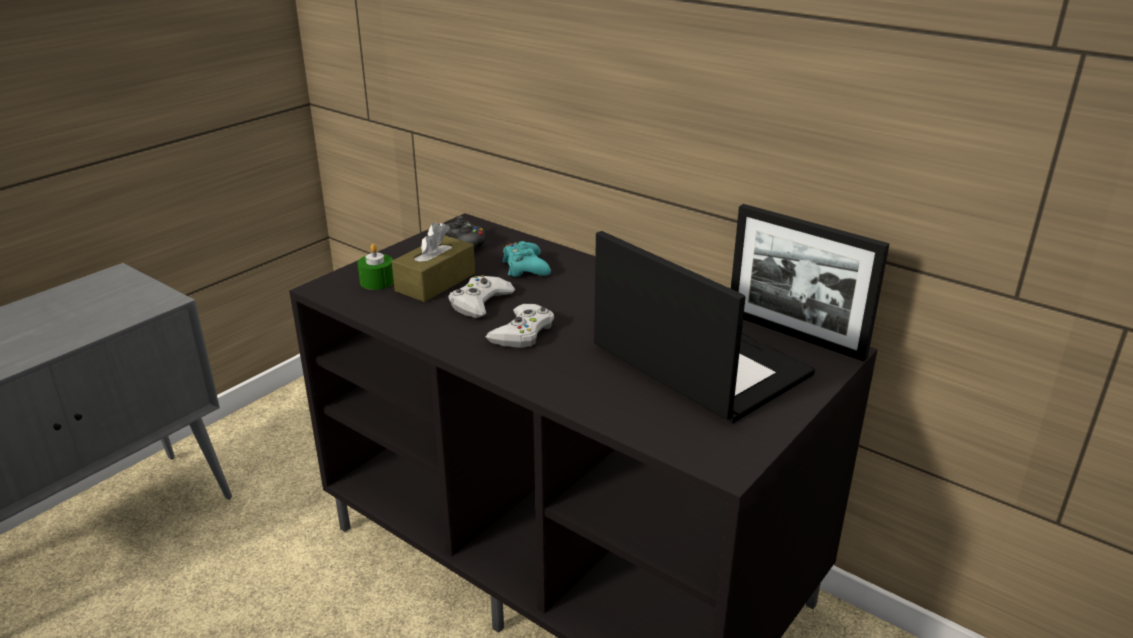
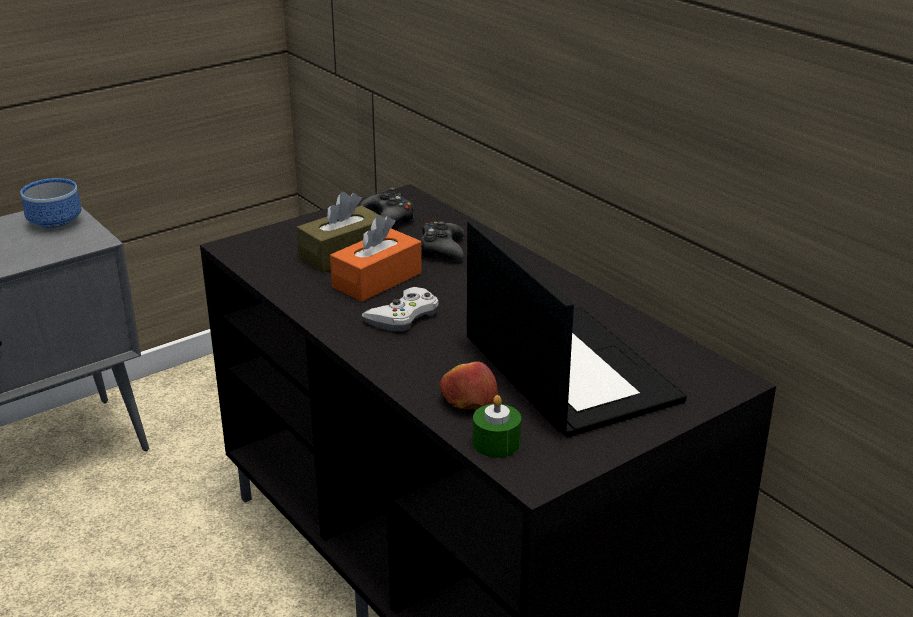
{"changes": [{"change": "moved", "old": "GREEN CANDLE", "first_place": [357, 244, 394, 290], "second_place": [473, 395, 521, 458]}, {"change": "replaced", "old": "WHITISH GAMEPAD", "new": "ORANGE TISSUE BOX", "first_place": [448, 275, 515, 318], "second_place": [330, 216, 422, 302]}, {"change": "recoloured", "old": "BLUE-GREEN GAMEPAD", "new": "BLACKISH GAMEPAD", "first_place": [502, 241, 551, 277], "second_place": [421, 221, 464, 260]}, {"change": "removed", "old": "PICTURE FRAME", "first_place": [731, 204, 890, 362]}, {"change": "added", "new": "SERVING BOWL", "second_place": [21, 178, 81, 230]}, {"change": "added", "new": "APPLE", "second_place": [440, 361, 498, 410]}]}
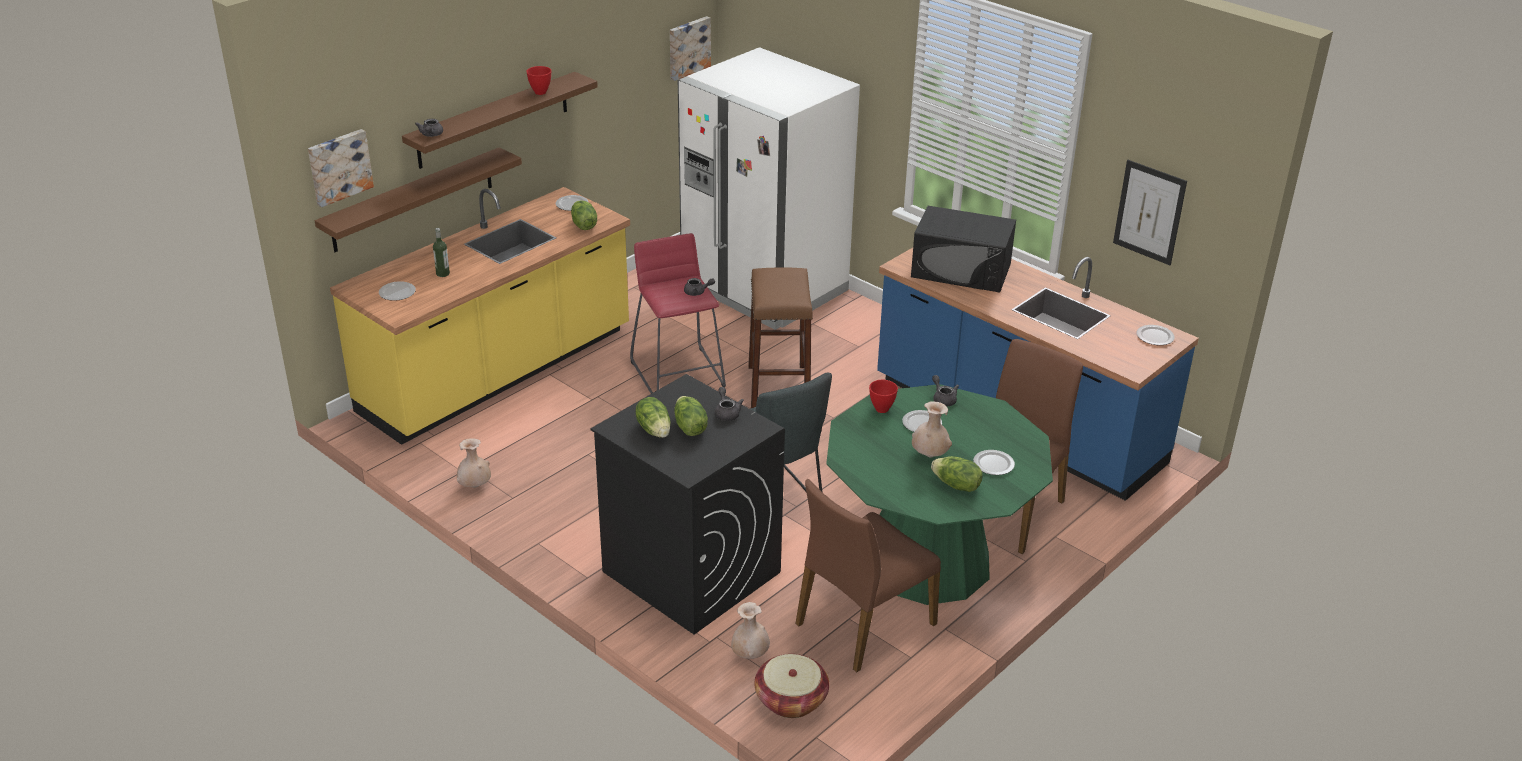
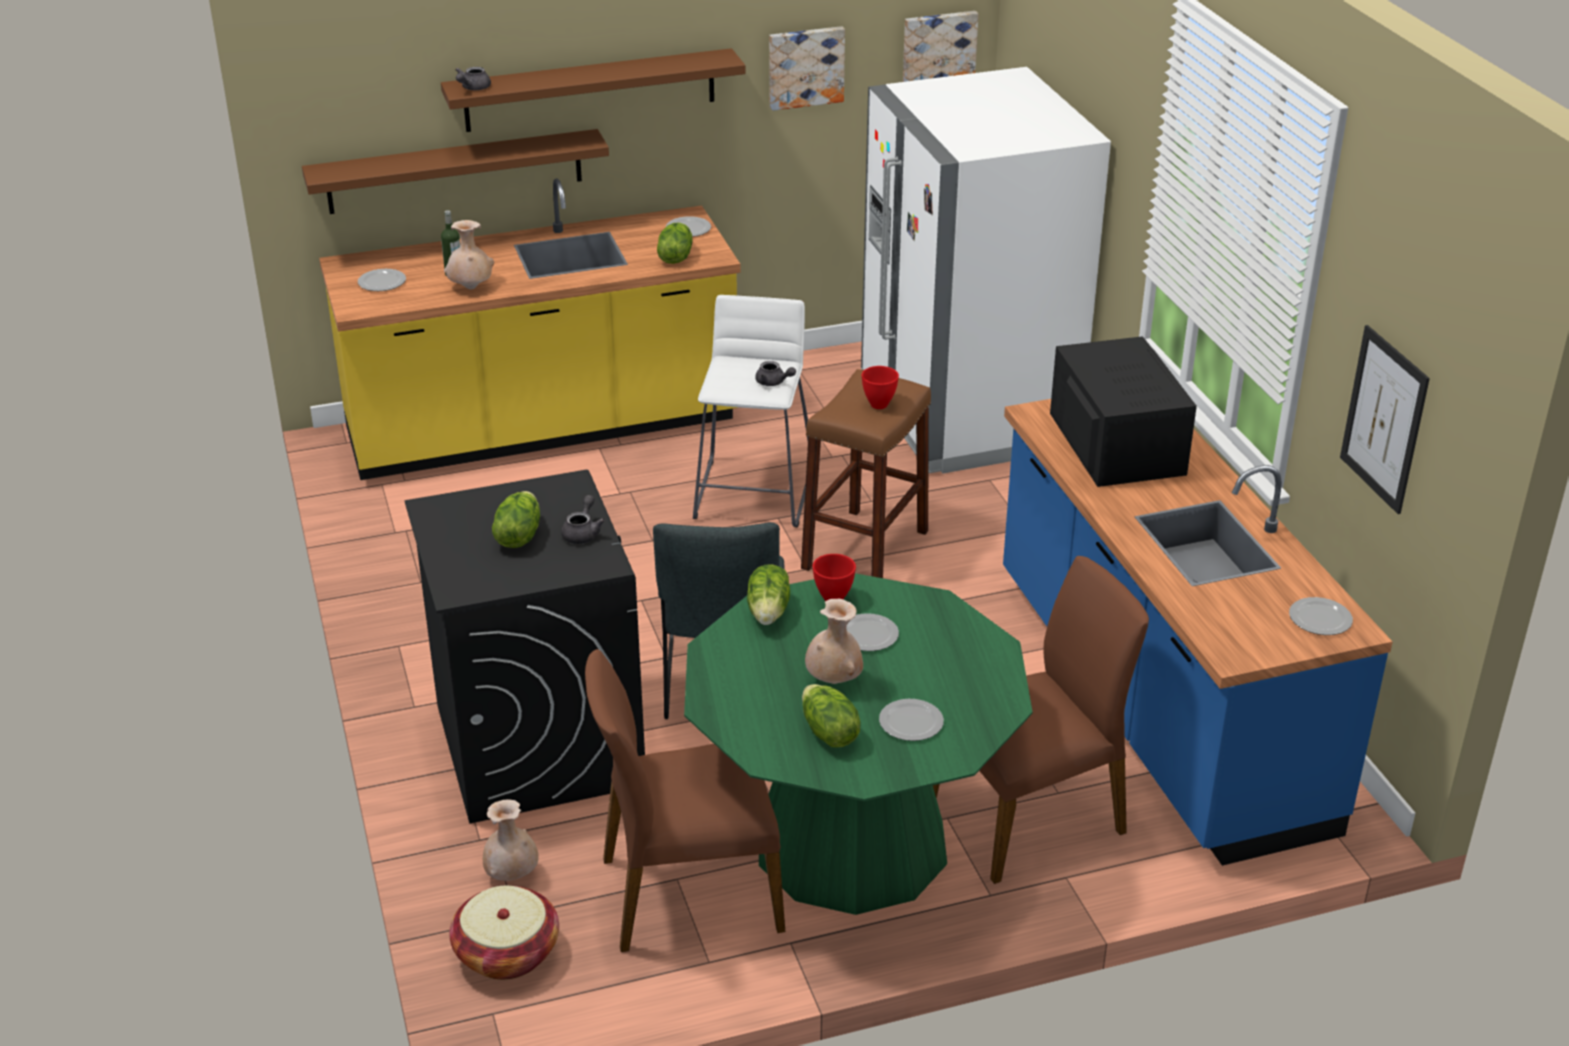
{"changes": [{"change": "moved", "old": "PICTURE", "first_place": [308, 129, 374, 207], "second_place": [769, 26, 845, 111]}, {"change": "moved", "old": "BEIGE VASE", "first_place": [457, 438, 491, 488], "second_place": [444, 220, 494, 289]}, {"change": "moved", "old": "REDDISH SERVING BOWL", "first_place": [526, 66, 551, 95], "second_place": [862, 366, 899, 409]}, {"change": "recoloured", "old": "REDDISH STOOL", "new": "WHITISH STOOL", "first_place": [630, 233, 726, 394], "second_place": [693, 295, 808, 528]}, {"change": "moved", "old": "LETTUCE", "first_place": [635, 397, 670, 438], "second_place": [747, 565, 790, 625]}, {"change": "turned", "old": "BLACKISH MICROWAVE OVEN", "first_place": [911, 206, 1016, 293], "second_place": [1050, 336, 1197, 487], "degrees": -150}, {"change": "removed", "old": "GREY TEA POT", "first_place": [932, 375, 959, 407]}]}
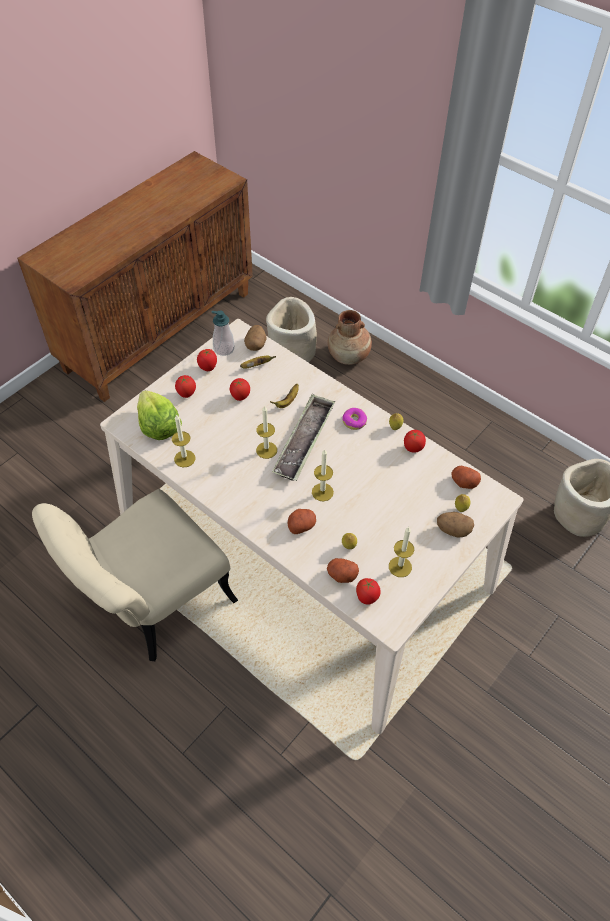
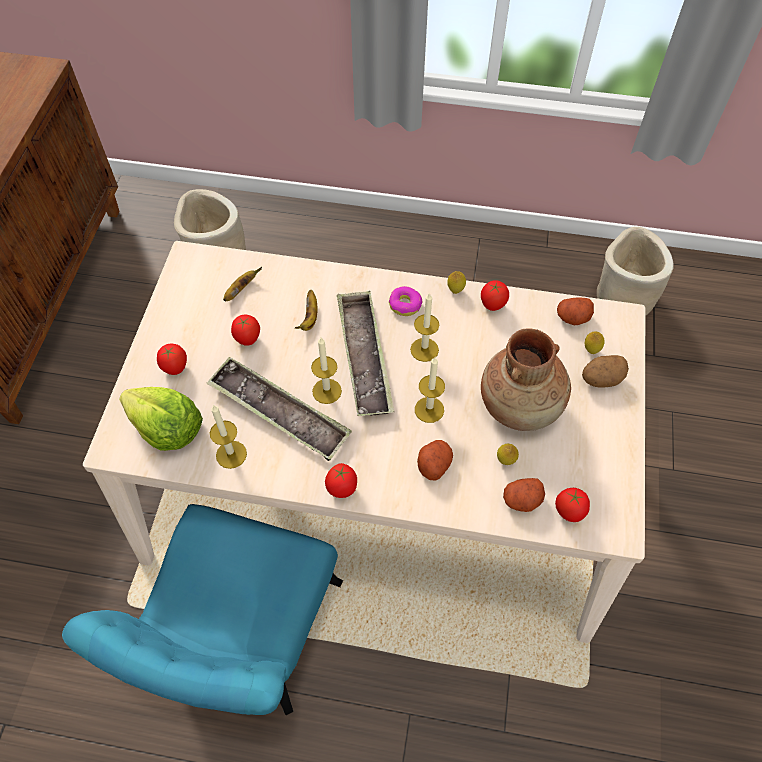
{"changes": [{"change": "recoloured", "old": "BEIGE UPRIGHT CHAIR", "new": "BLUE-GREEN UPRIGHT CHAIR", "first_place": [32, 489, 238, 661], "second_place": [62, 504, 343, 715]}, {"change": "moved", "old": "TOMATO", "first_place": [197, 349, 217, 371], "second_place": [325, 463, 357, 498]}, {"change": "removed", "old": "SOAP BOTTLE", "first_place": [212, 310, 234, 356]}, {"change": "removed", "old": "WHOLE POTATO", "first_place": [244, 325, 266, 351]}, {"change": "moved", "old": "BROWNISH VASE", "first_place": [328, 310, 372, 365], "second_place": [481, 328, 571, 431]}, {"change": "moved", "old": "CANDLE", "first_place": [389, 527, 414, 577], "second_place": [410, 293, 439, 362]}, {"change": "added", "new": "SERVING TRAY", "second_place": [206, 357, 352, 461]}]}
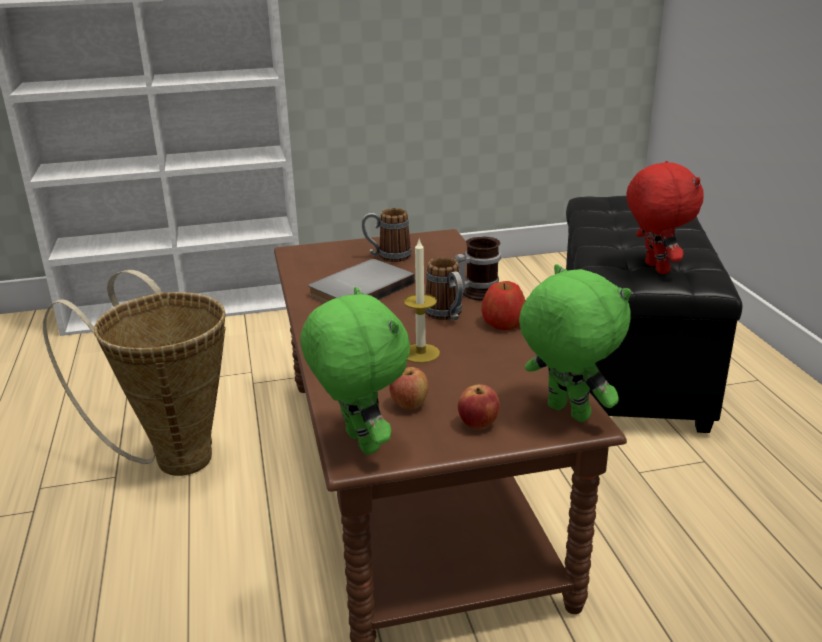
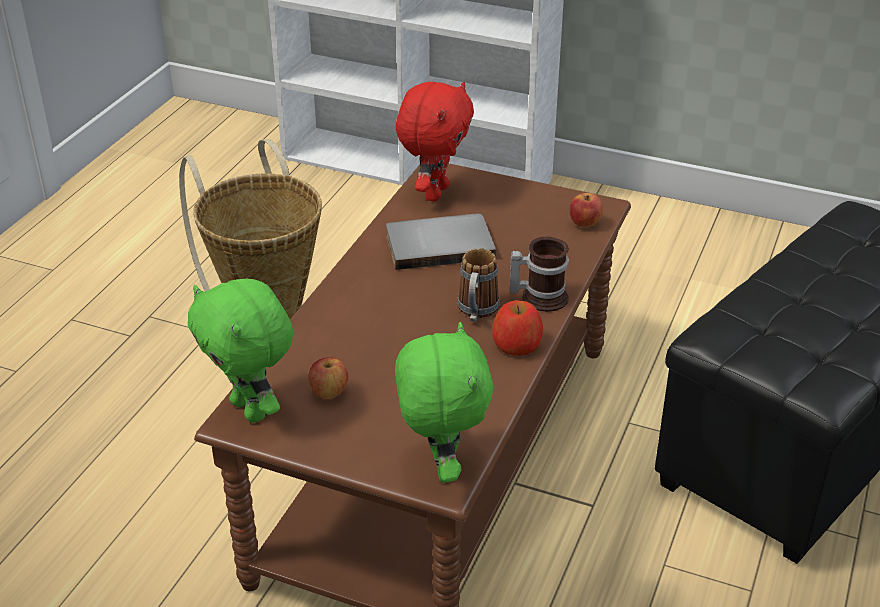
{"changes": [{"change": "turned", "old": "GREEN CUDDLY TOY", "first_place": [301, 287, 410, 455], "second_place": [188, 279, 293, 423], "degrees": 135}, {"change": "removed", "old": "COFFEE MUG", "first_place": [362, 208, 412, 262]}, {"change": "removed", "old": "CANDLE", "first_place": [403, 240, 440, 363]}, {"change": "moved", "old": "APPLE", "first_place": [458, 384, 500, 430], "second_place": [570, 193, 603, 228]}, {"change": "moved", "old": "REDDISH CUDDLY TOY", "first_place": [626, 161, 703, 274], "second_place": [396, 82, 474, 202]}]}
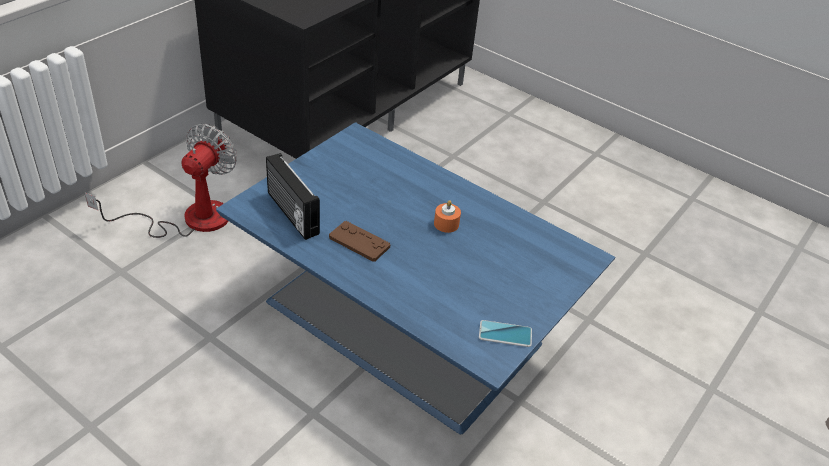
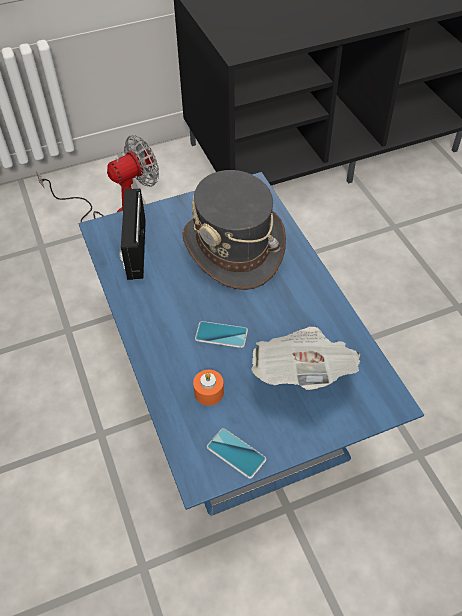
{"changes": [{"change": "removed", "old": "BROWNISH GAMEPAD", "first_place": [329, 221, 390, 262]}, {"change": "moved", "old": "ORANGE CANDLE", "first_place": [434, 200, 461, 233], "second_place": [193, 370, 224, 406]}, {"change": "added", "new": "GREY WEARABLE HAT", "second_place": [183, 170, 286, 290]}, {"change": "added", "new": "TELEPHONE", "second_place": [195, 321, 248, 348]}, {"change": "added", "new": "NEWSPAPER", "second_place": [251, 327, 361, 390]}]}
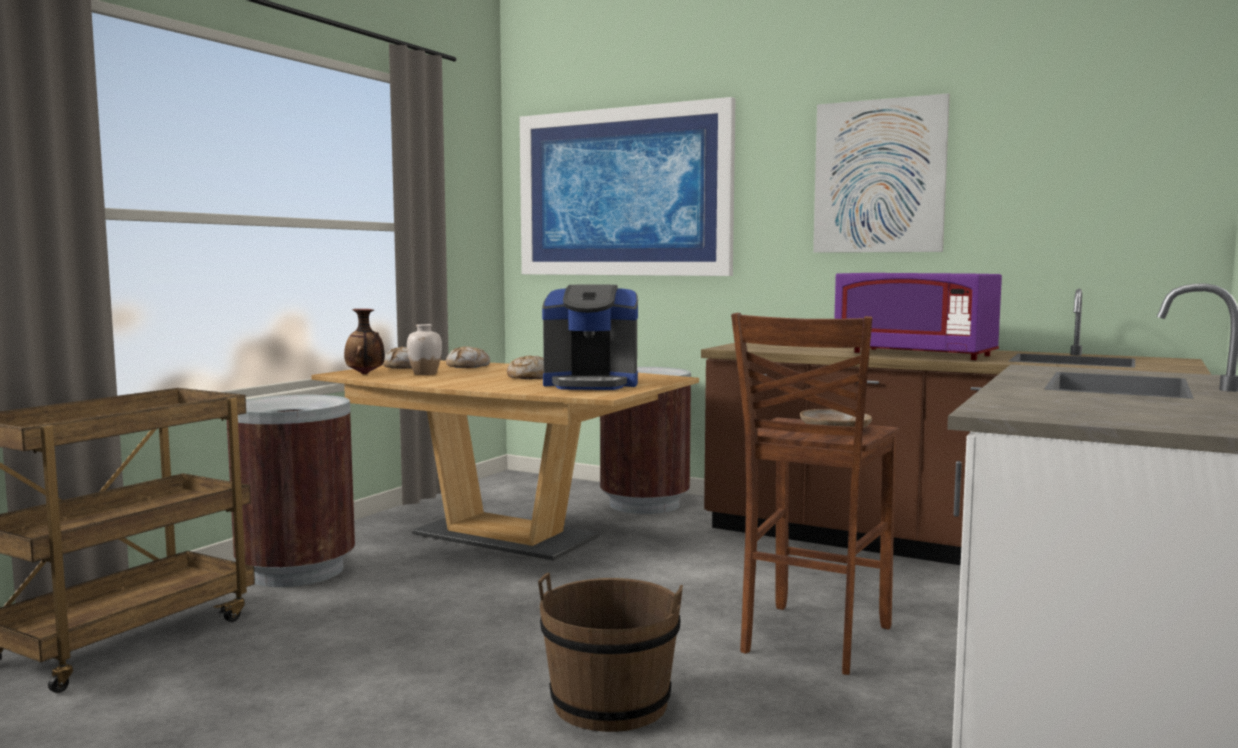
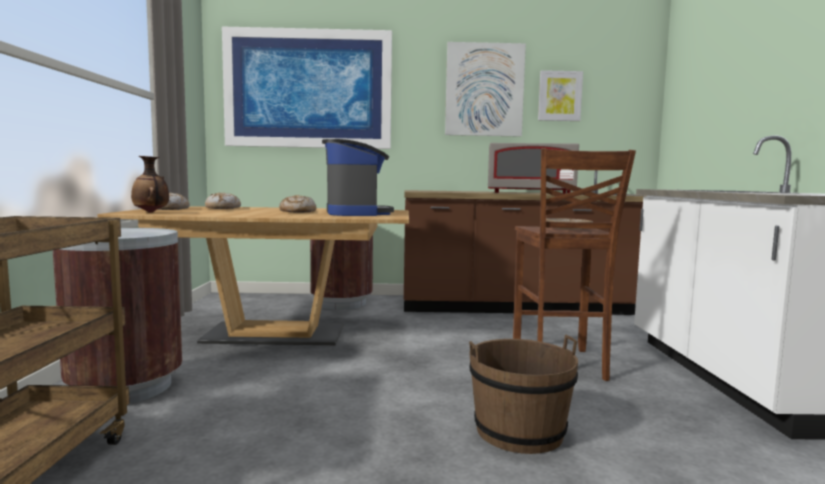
{"changes": [{"change": "removed", "old": "WHITISH VASE", "first_place": [407, 324, 442, 375]}, {"change": "turned", "old": "COFFEE MAKER", "first_place": [542, 284, 638, 390], "second_place": [322, 139, 394, 216], "degrees": -75}, {"change": "recoloured", "old": "PURPLISH MICROWAVE OVEN", "new": "GREY MICROWAVE OVEN", "first_place": [834, 273, 1002, 360], "second_place": [488, 143, 579, 194]}, {"change": "added", "new": "PICTURE", "second_place": [538, 70, 583, 121]}]}
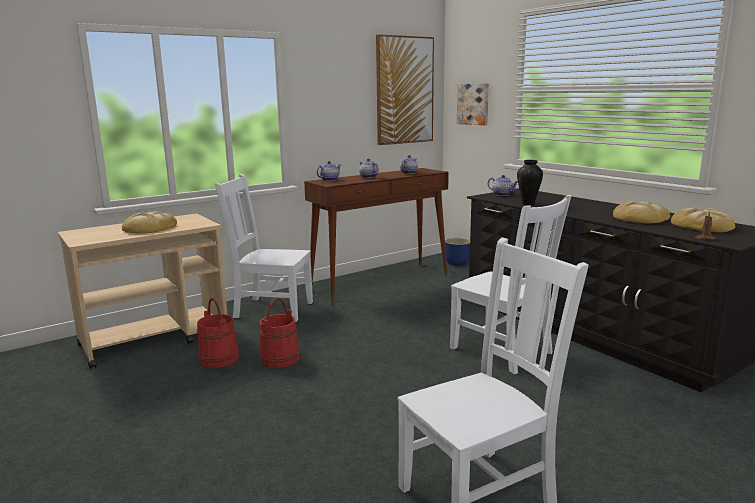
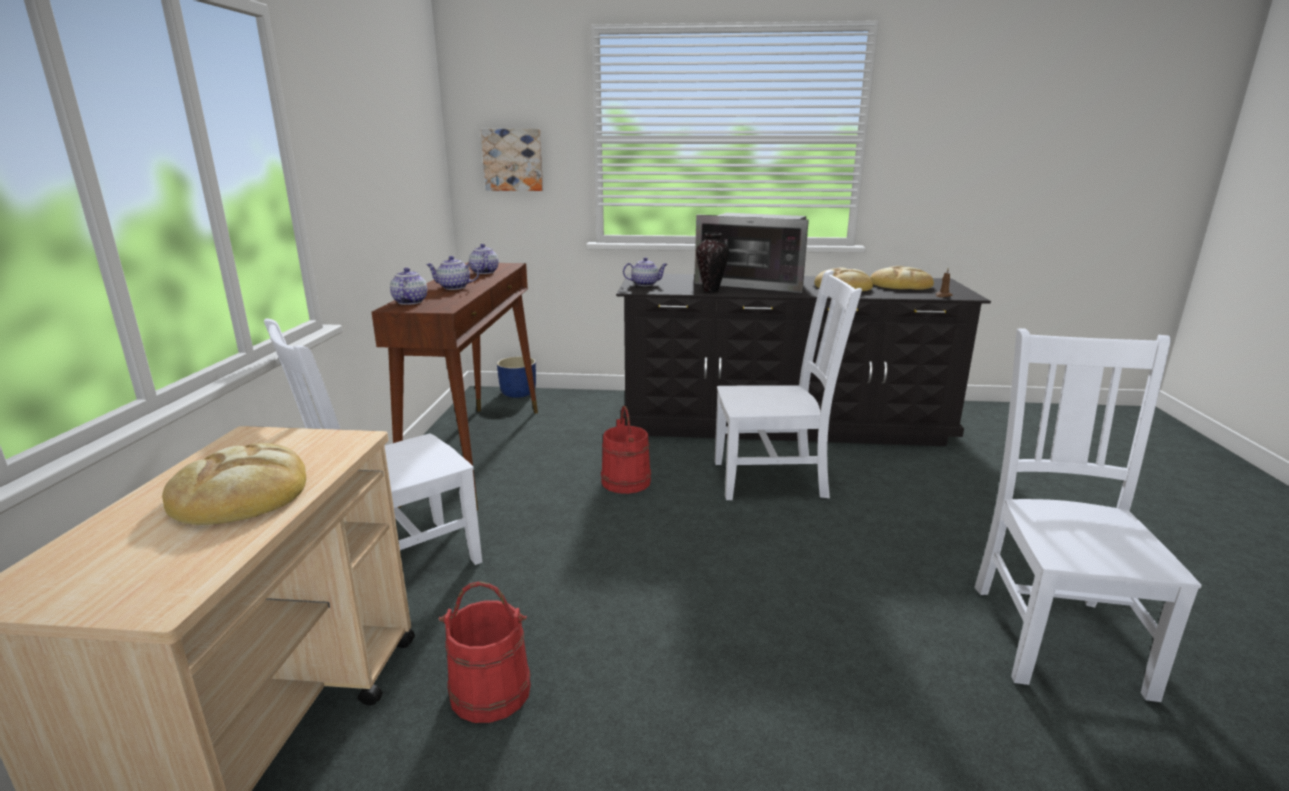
{"changes": [{"change": "moved", "old": "REDDISH WATER BUCKET", "first_place": [259, 298, 300, 368], "second_place": [601, 406, 651, 494]}, {"change": "removed", "old": "PICTURE", "first_place": [376, 34, 434, 145]}, {"change": "added", "new": "MICROWAVE OVEN", "second_place": [694, 213, 809, 293]}]}
